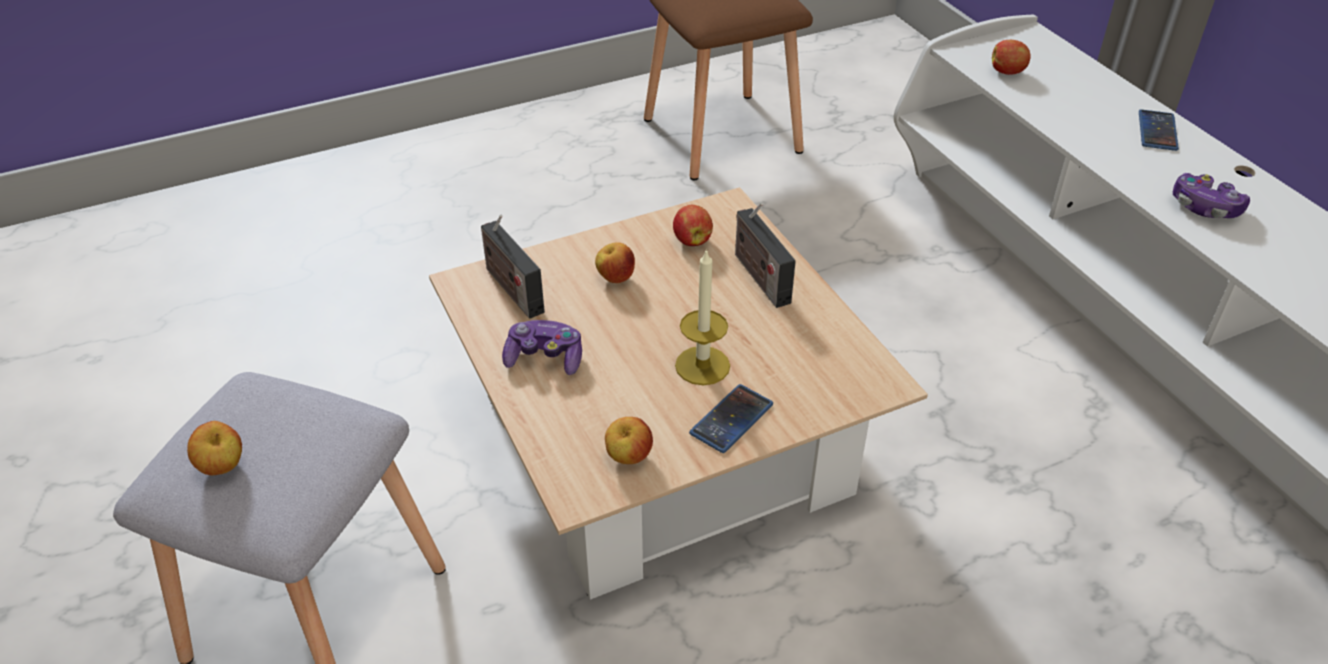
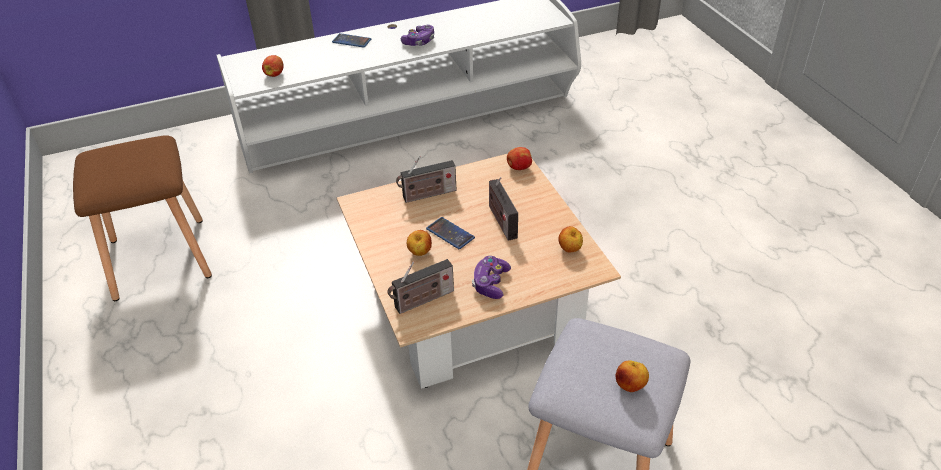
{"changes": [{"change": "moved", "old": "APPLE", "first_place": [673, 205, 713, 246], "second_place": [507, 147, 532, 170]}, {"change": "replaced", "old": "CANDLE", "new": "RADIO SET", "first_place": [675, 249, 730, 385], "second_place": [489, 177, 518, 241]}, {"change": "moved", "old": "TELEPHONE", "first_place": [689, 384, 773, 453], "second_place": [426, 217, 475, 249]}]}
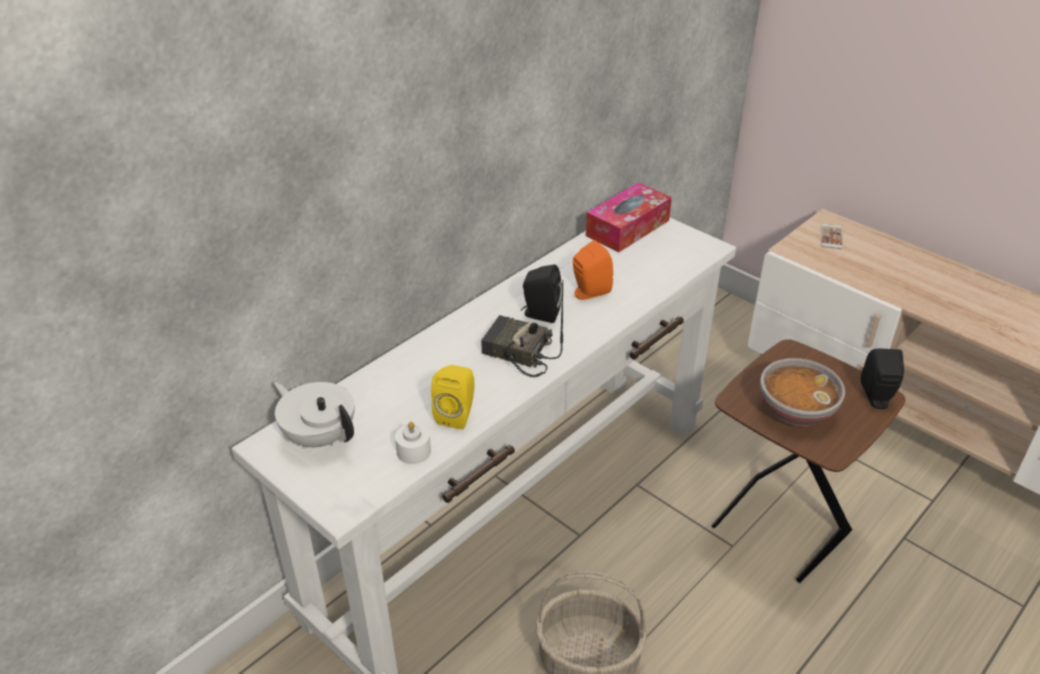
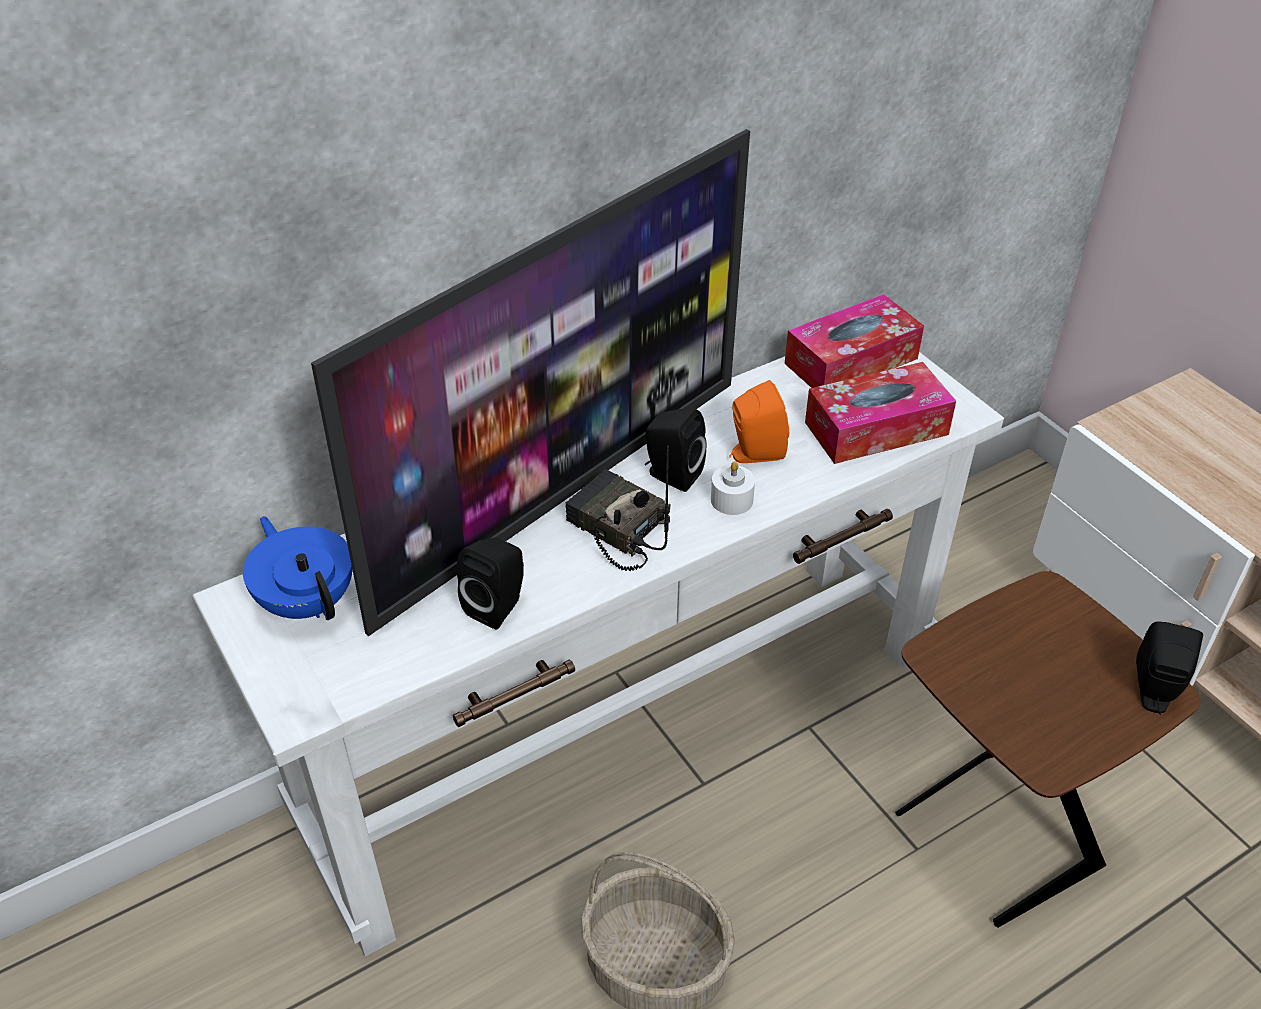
{"changes": [{"change": "recoloured", "old": "WHITISH TEA POT", "new": "BLUISH TEA POT", "first_place": [274, 382, 355, 448], "second_place": [243, 516, 353, 620]}, {"change": "moved", "old": "WHITISH CANDLE", "first_place": [395, 422, 431, 464], "second_place": [711, 461, 755, 515]}, {"change": "recoloured", "old": "YELLOW AUDIO SPEAKER", "new": "BLACKISH AUDIO SPEAKER", "first_place": [431, 365, 474, 429], "second_place": [457, 537, 524, 629]}, {"change": "removed", "old": "SERVING BOWL", "first_place": [760, 358, 845, 426]}, {"change": "removed", "old": "TELEPHONE", "first_place": [821, 224, 843, 249]}, {"change": "added", "new": "TELEVISION", "second_place": [311, 129, 750, 636]}, {"change": "added", "new": "TISSUE BOX", "second_place": [805, 362, 956, 464]}]}
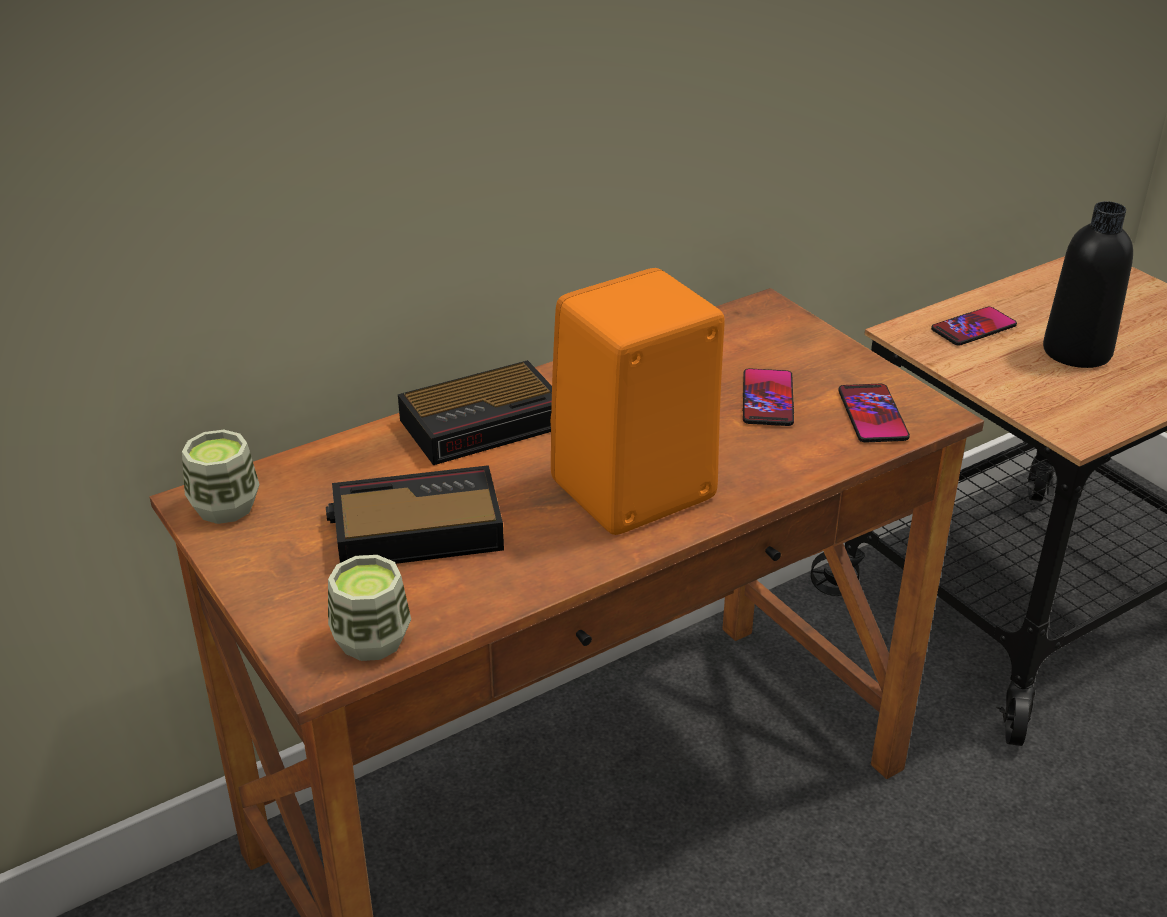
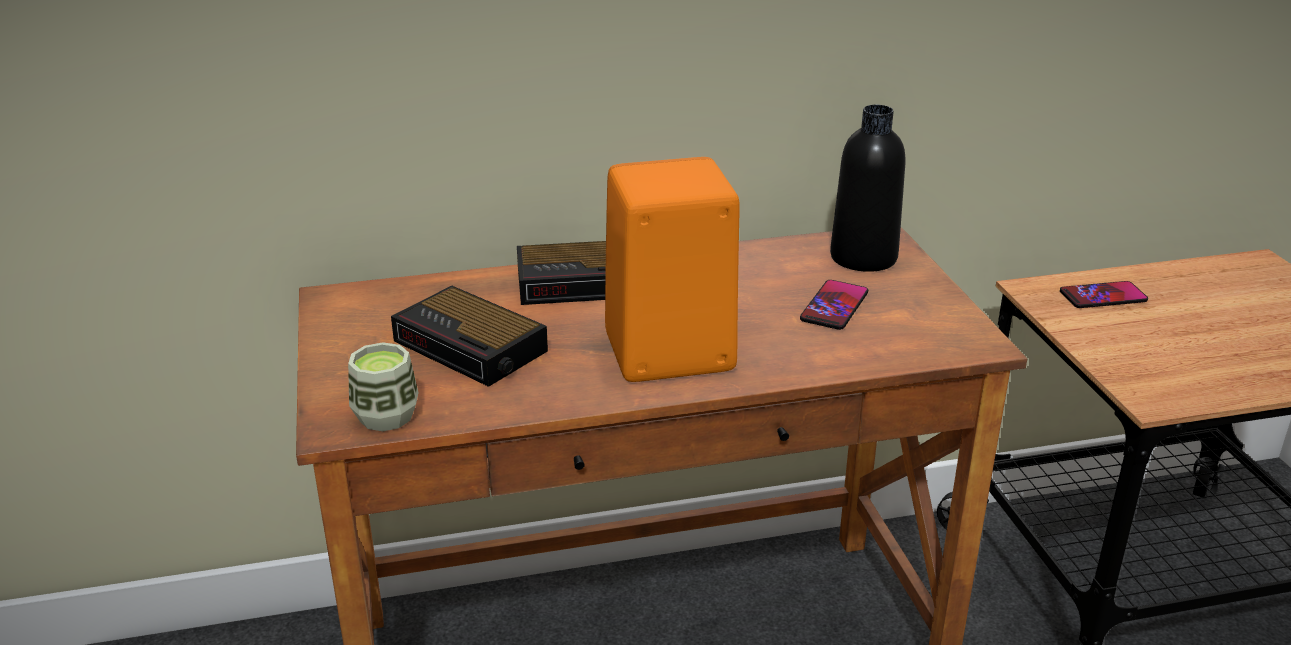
{"changes": [{"change": "removed", "old": "DRINKING CUP", "first_place": [182, 430, 260, 524]}, {"change": "turned", "old": "ALARM CLOCK", "first_place": [326, 465, 504, 564], "second_place": [391, 285, 548, 387], "degrees": -150}, {"change": "removed", "old": "TELEPHONE", "first_place": [838, 384, 910, 443]}, {"change": "moved", "old": "BLACKISH BEVERAGE BOTTLE", "first_place": [1043, 201, 1133, 368], "second_place": [830, 105, 905, 272]}]}
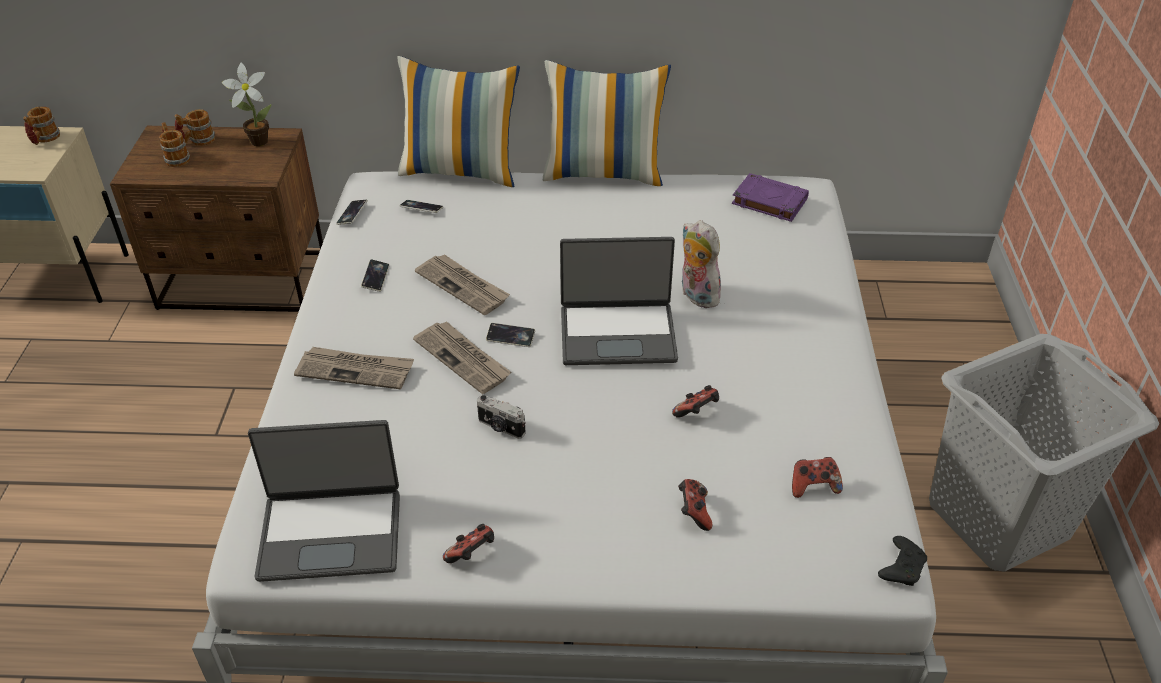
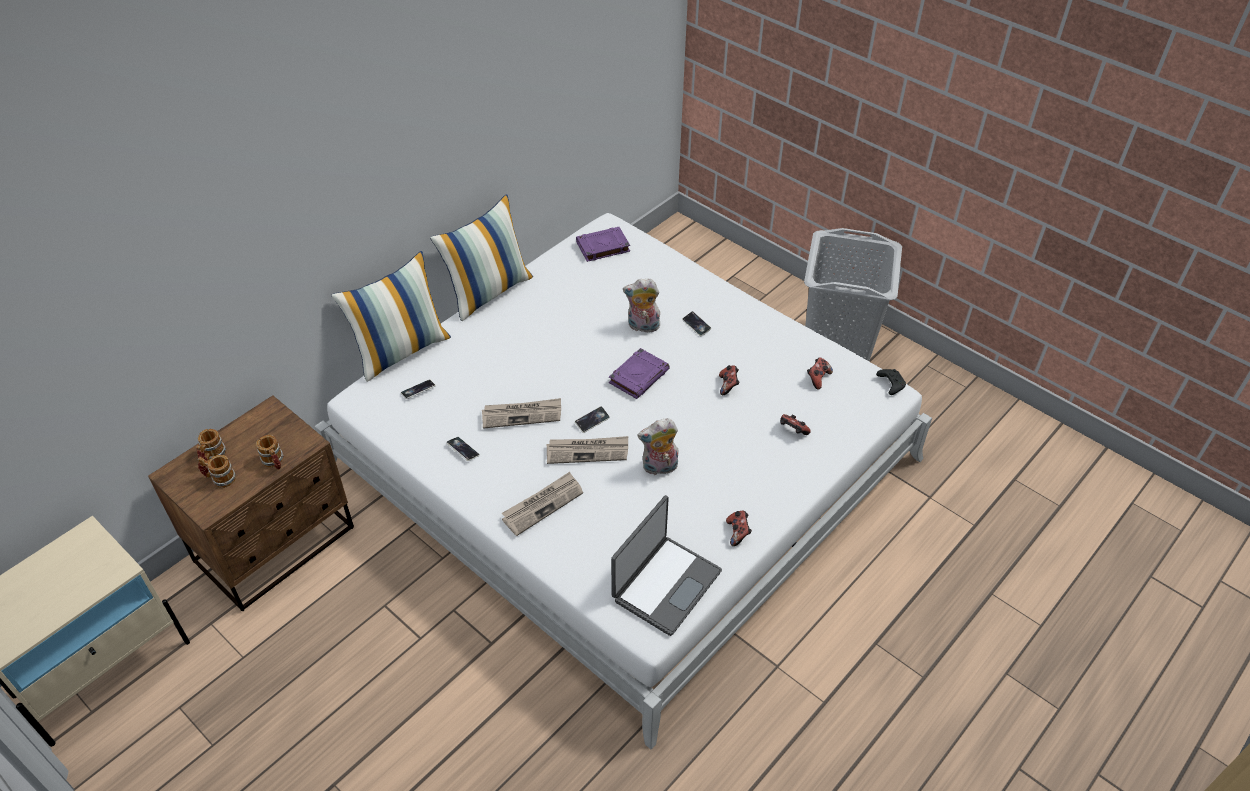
{"changes": [{"change": "moved", "old": "COFFEE MUG", "first_place": [23, 107, 60, 145], "second_place": [256, 435, 284, 470]}, {"change": "removed", "old": "PLANT IN A POT", "first_place": [222, 63, 272, 146]}, {"change": "moved", "old": "TELEPHONE", "first_place": [336, 200, 368, 225], "second_place": [682, 311, 712, 336]}, {"change": "replaced", "old": "PHOTO CAMERA", "new": "CUDDLY TOY", "first_place": [477, 394, 526, 439], "second_place": [637, 418, 678, 475]}, {"change": "replaced", "old": "NOTEBOOK COMPUTER", "new": "PURPLISH VOLUME", "first_place": [560, 237, 678, 365], "second_place": [609, 348, 670, 399]}]}
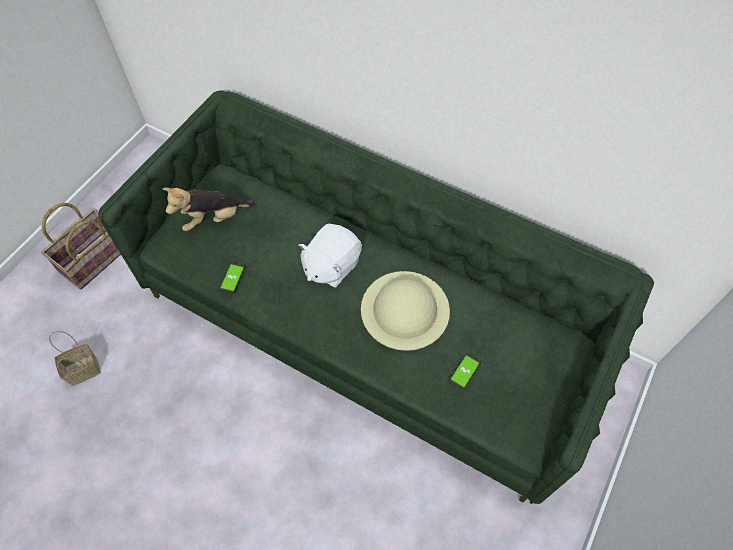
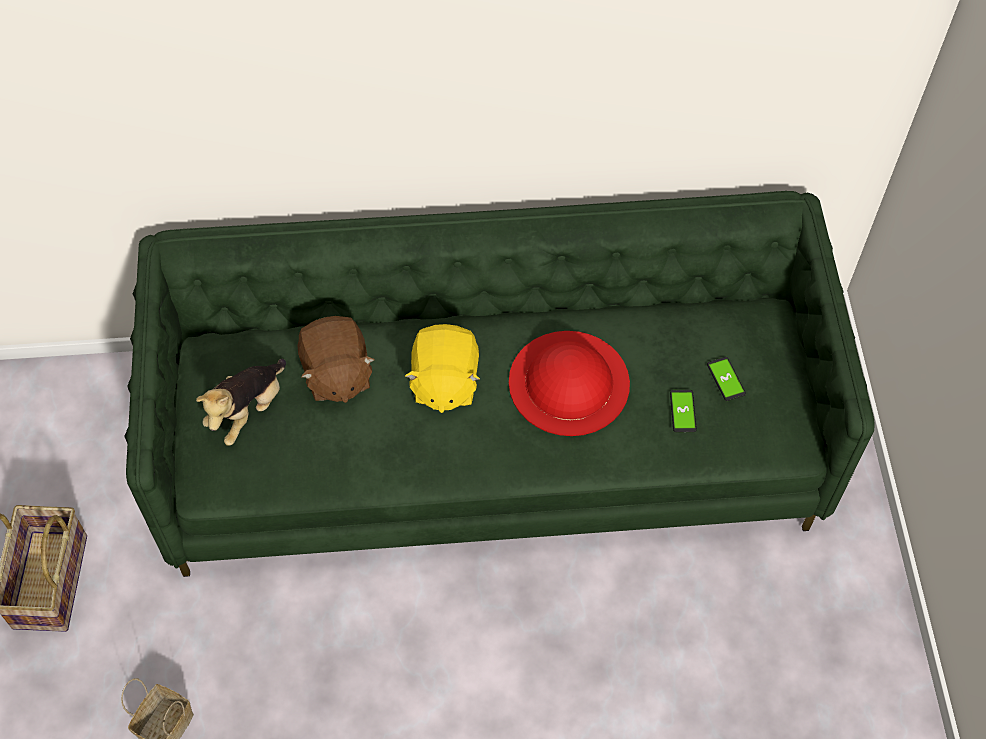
{"changes": [{"change": "moved", "old": "TELEPHONE", "first_place": [219, 263, 245, 294], "second_place": [707, 357, 746, 401]}, {"change": "recoloured", "old": "WHITISH CUDDLY TOY", "new": "YELLOW CUDDLY TOY", "first_place": [298, 224, 362, 288], "second_place": [405, 324, 480, 413]}, {"change": "recoloured", "old": "BEIGE WEARABLE HAT", "new": "REDDISH WEARABLE HAT", "first_place": [361, 271, 450, 351], "second_place": [509, 331, 630, 436]}, {"change": "added", "new": "BROWNISH CUDDLY TOY", "second_place": [297, 316, 375, 403]}]}
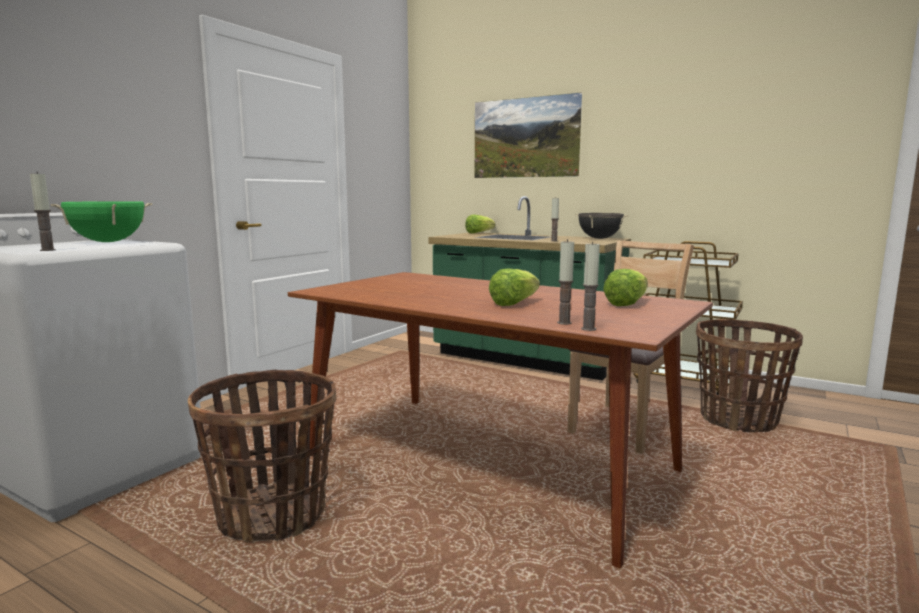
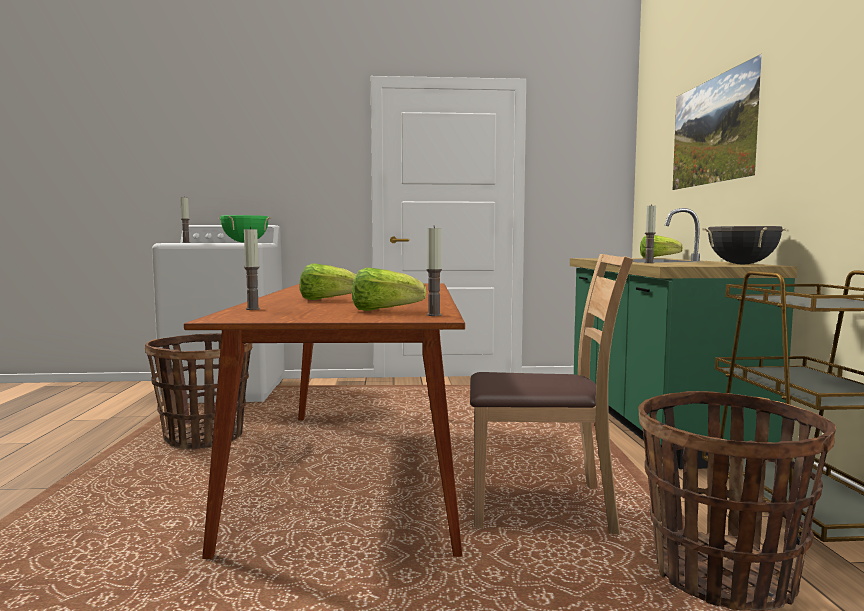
{"changes": [{"change": "moved", "old": "CANDLE", "first_place": [581, 241, 600, 331], "second_place": [427, 226, 442, 316]}]}
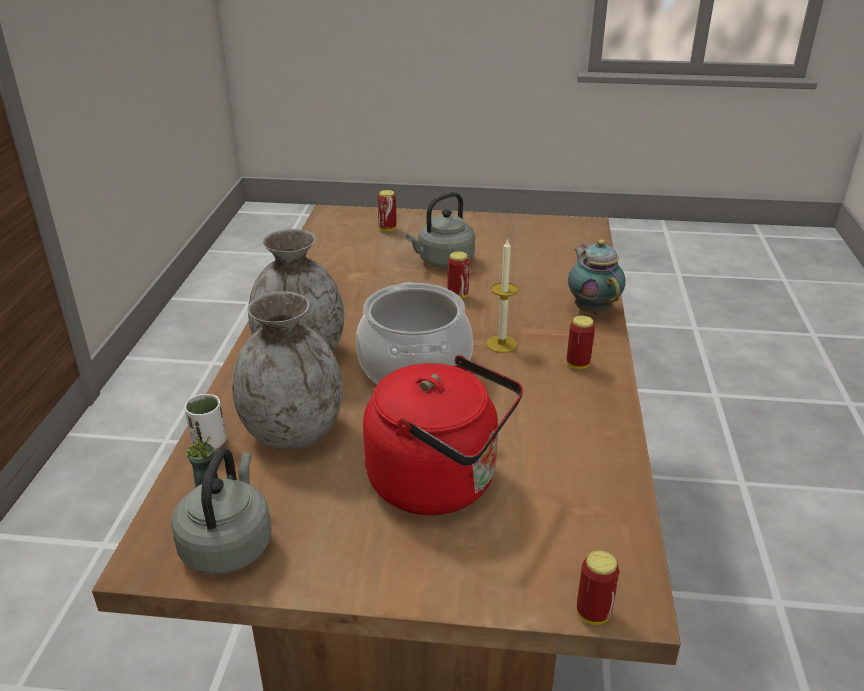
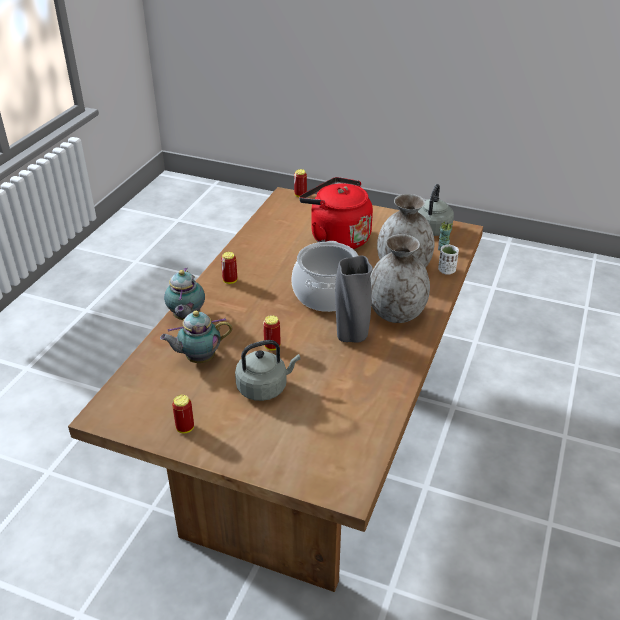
{"changes": [{"change": "moved", "old": "CAN", "first_place": [378, 190, 397, 232], "second_place": [172, 395, 194, 433]}, {"change": "removed", "old": "CANDLE", "first_place": [486, 238, 519, 353]}, {"change": "added", "new": "TEA POT", "second_place": [160, 311, 232, 363]}, {"change": "added", "new": "GREY VASE", "second_place": [335, 256, 373, 343]}]}
